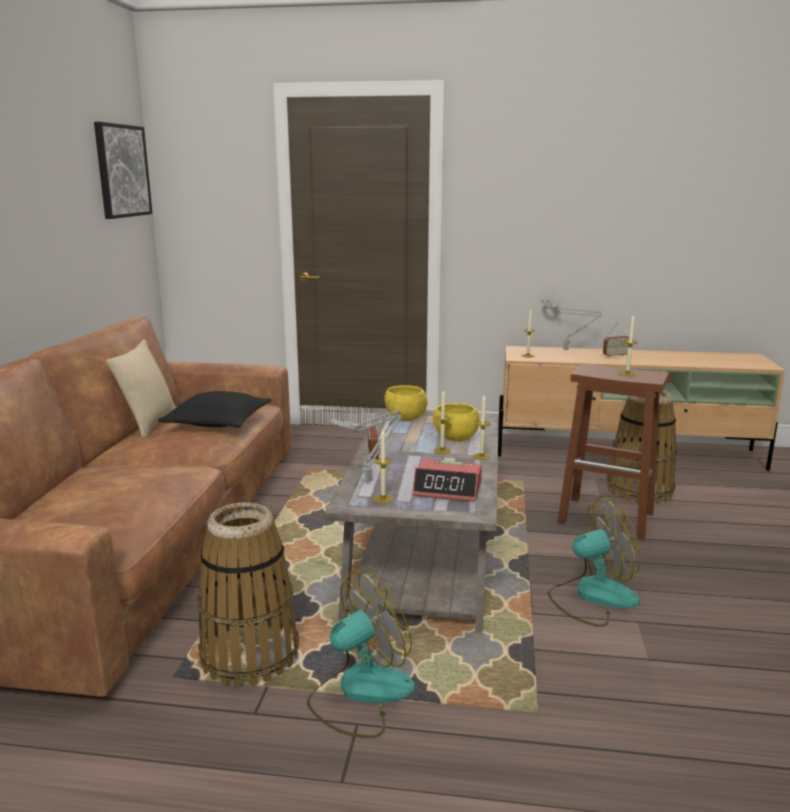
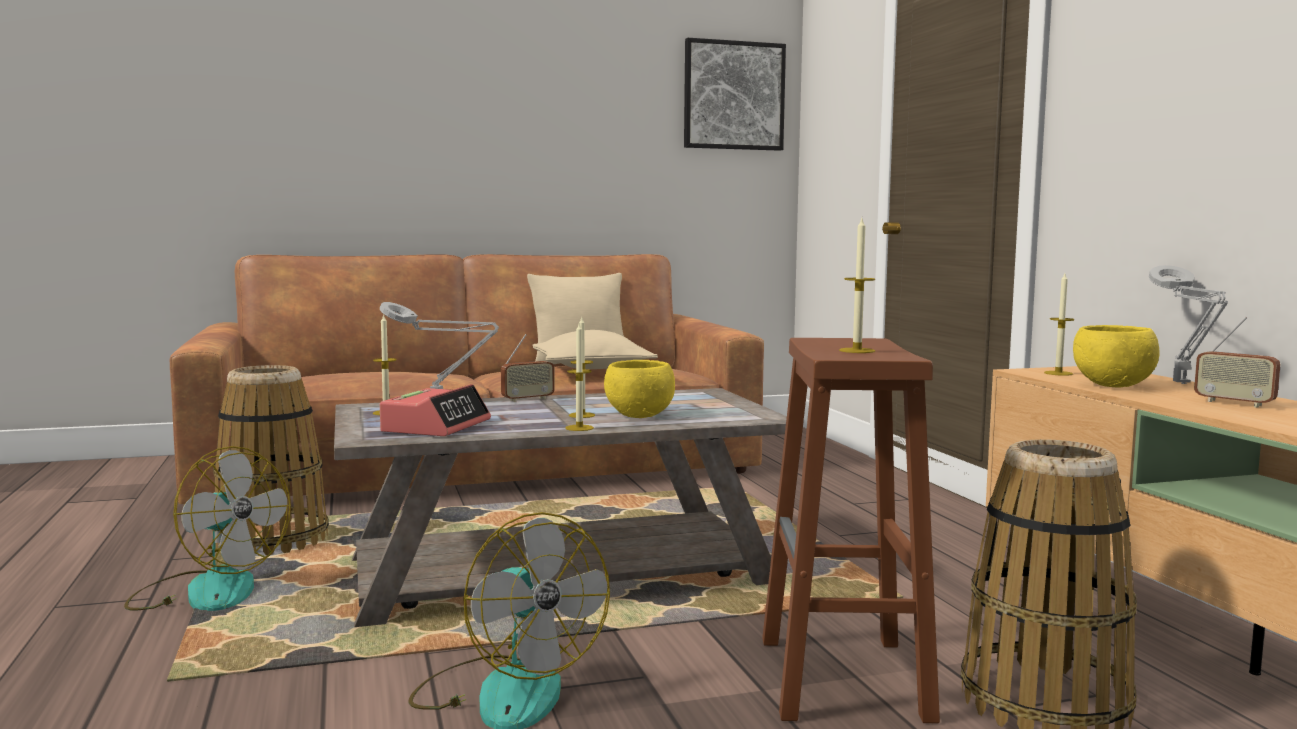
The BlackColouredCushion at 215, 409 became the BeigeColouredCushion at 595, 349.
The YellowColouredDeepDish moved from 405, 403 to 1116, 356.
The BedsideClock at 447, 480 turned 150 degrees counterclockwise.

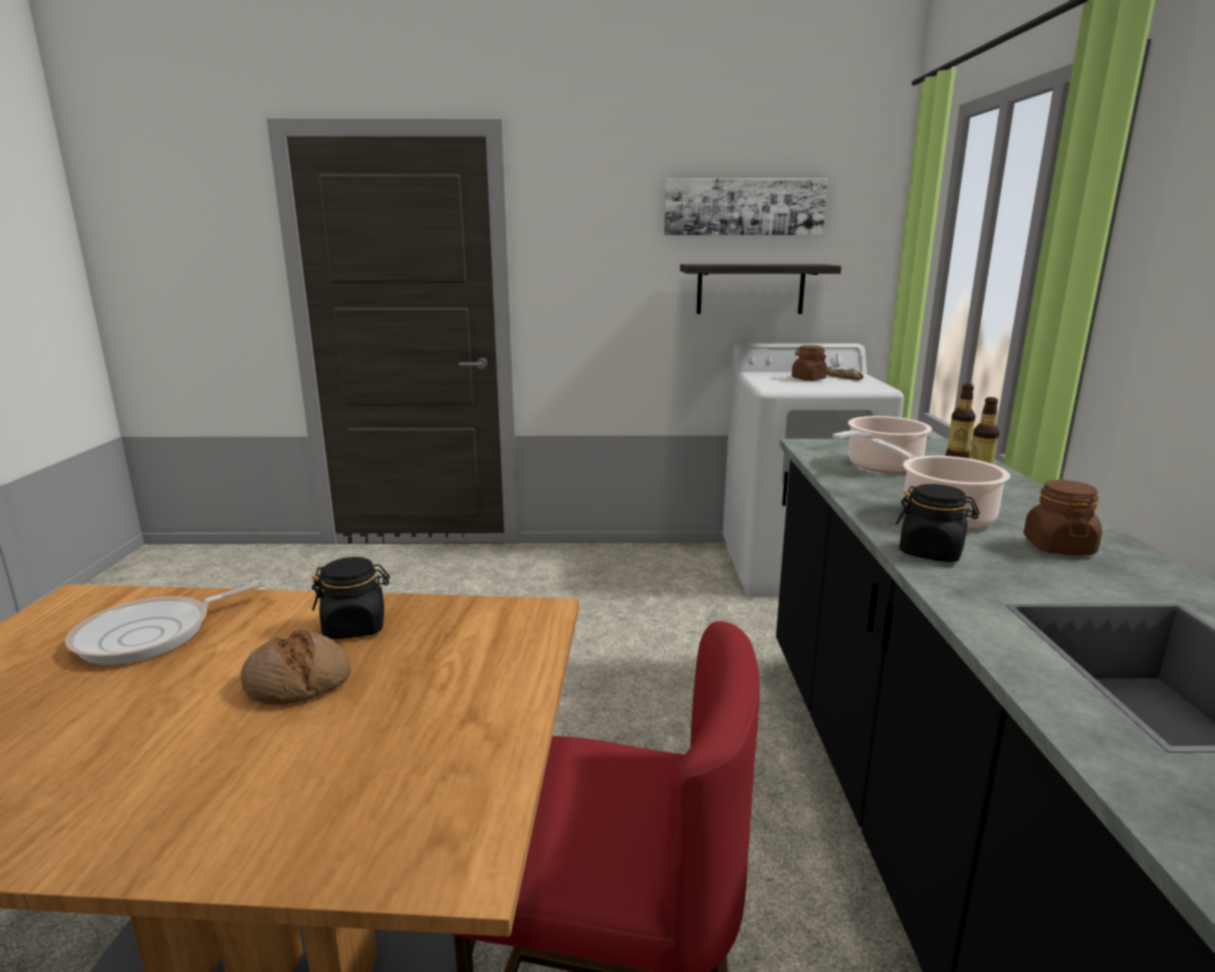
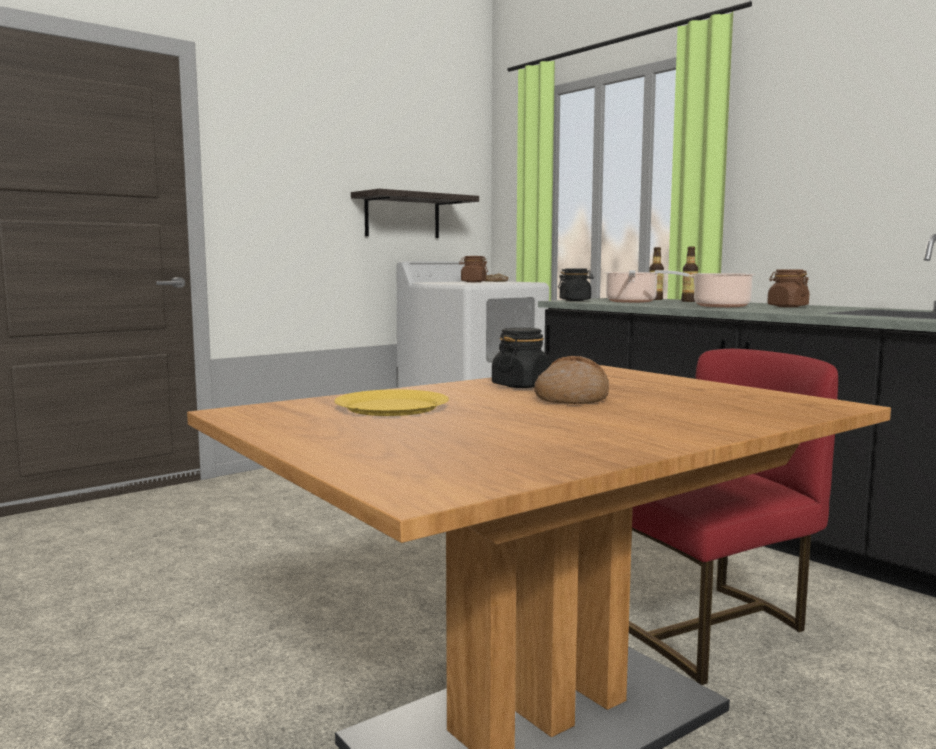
The FryingPan at 165, 622 was replaced by the YellowColouredDinnerPlate at 391, 402.
The WallArt at 746, 206 disappeared.
The BlackColouredStorageJar moved from 938, 523 to 576, 284.

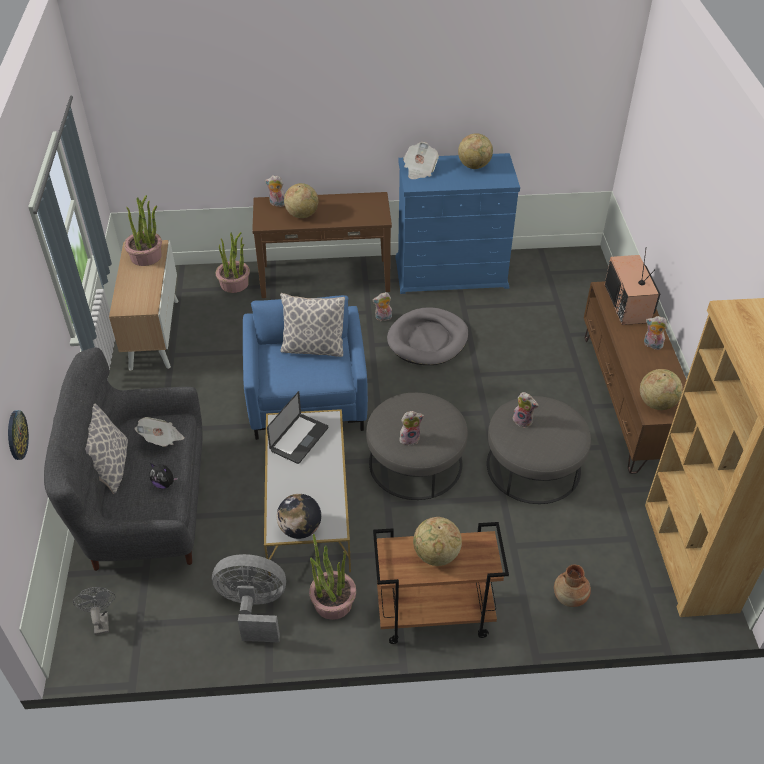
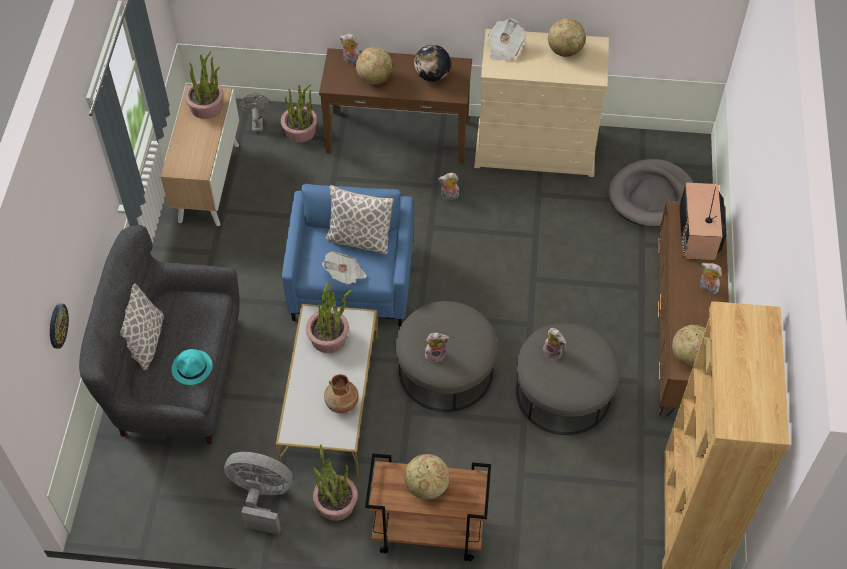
The GreyishElectricFan moved from 94, 611 to 255, 112.
The PrintedPaper moved from 160, 432 to 344, 268.
The CuddlyToy at 164, 476 was replaced by the BlueGreenHat at 192, 367.
The NotebookComputer at 297, 427 was replaced by the PottedPlant at 329, 317.
The WorldGlobe moved from 299, 516 to 432, 63.
The GreyishPetBed moved from 427, 336 to 650, 193.
The BlueDresser at 457, 223 became the BeigeColouredDresser at 541, 103.
The BrownColouredFlowerVase moved from 572, 585 to 341, 393.

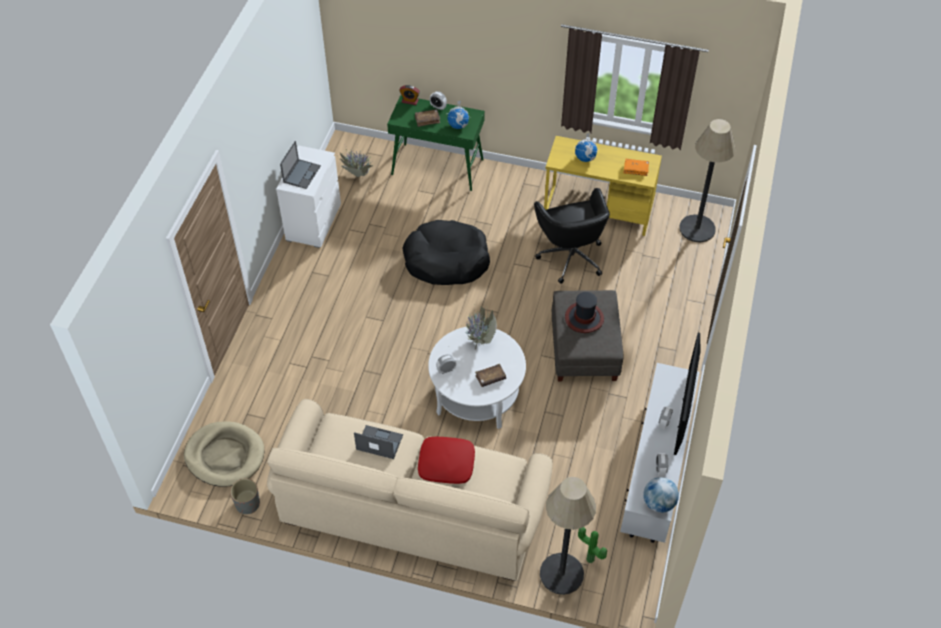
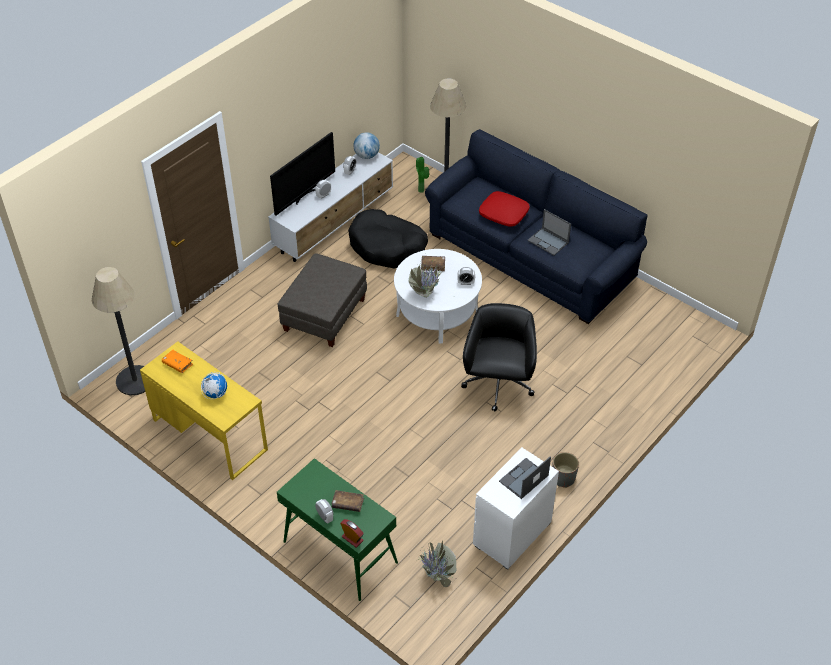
The BeigeColouredPetBed at 224, 454 disappeared.
The GreyishFlowerPot moved from 245, 496 to 565, 470.
The BeigeColouredSofa at 410, 490 became the BlueSofa at 536, 226.
The BlackColouredPetBed moved from 446, 252 to 388, 238.
The WorldGlobe at 458, 114 disappeared.
The BlackColouredOfficeChair moved from 572, 236 to 499, 357.
The Hat at 584, 312 disappeared.

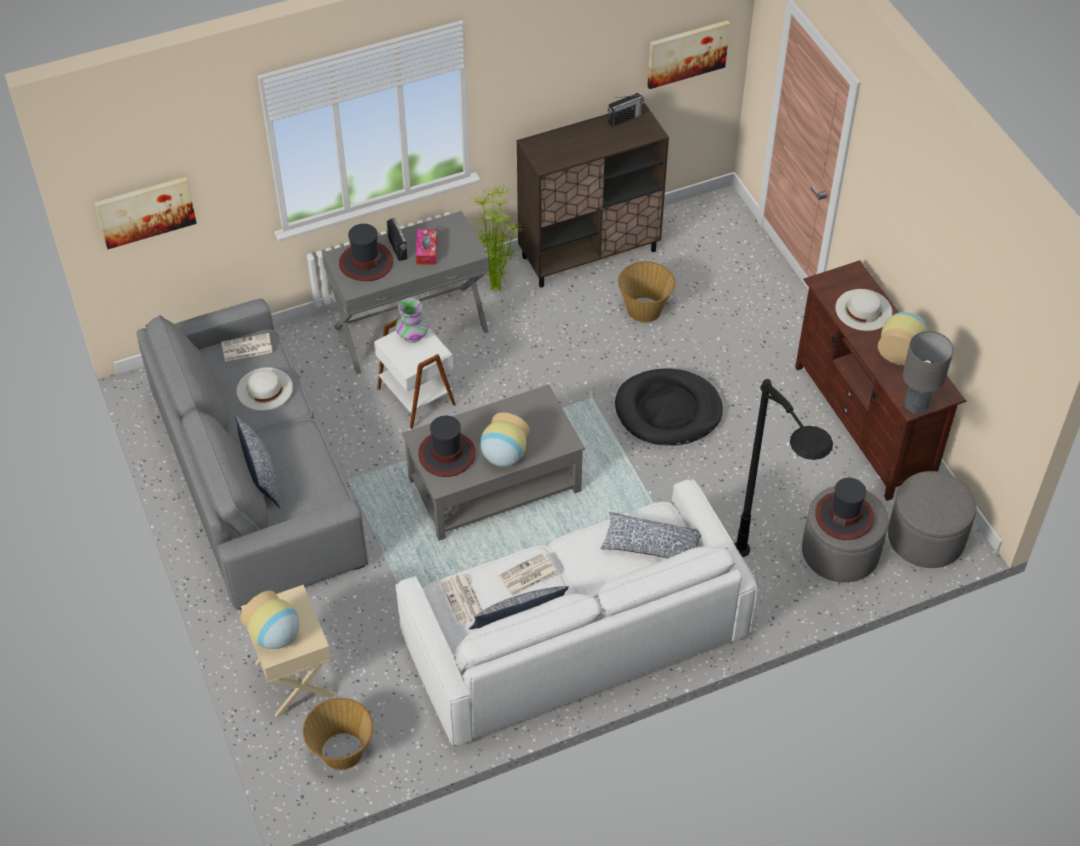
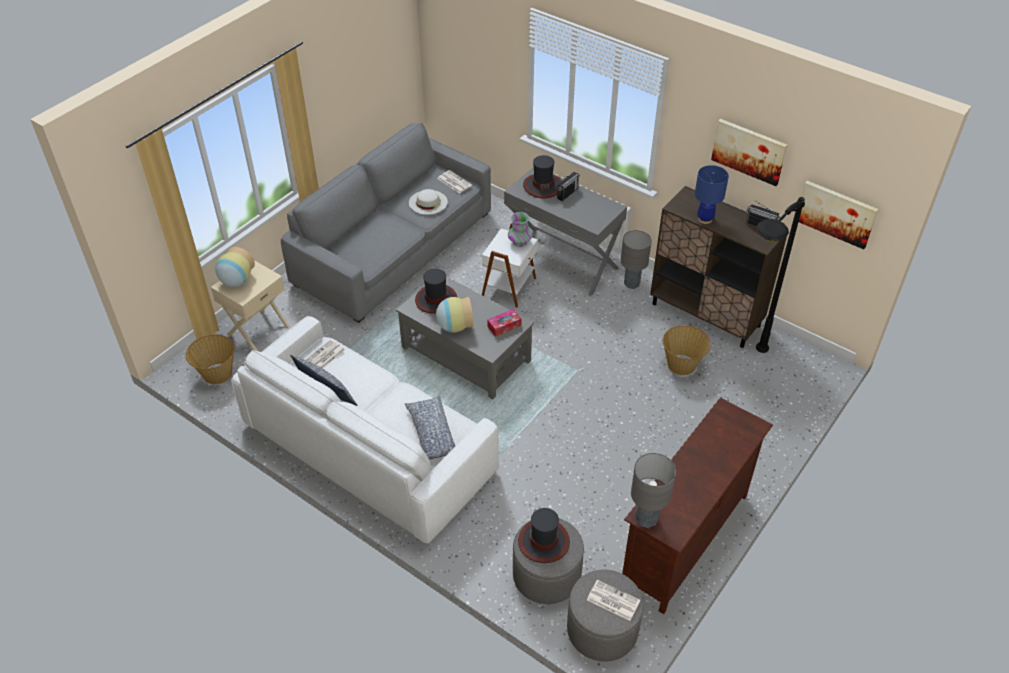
The WallArt moved from 146, 213 to 749, 152.
The Cushion at 258, 462 disappeared.
The TissueHolder moved from 426, 247 to 504, 323.
The PottedPlant at 498, 239 was replaced by the GreyishTabletopLamp at 636, 259.
The PrintedPaper moved from 527, 575 to 613, 600.
The BlackColouredPetBed at 669, 407 disappeared.
The BlackColouredStandardLamp moved from 783, 468 to 780, 275.
The WhiteColouredHat at 863, 310 disappeared.
The FlowerVase at 903, 338 disappeared.
The BlueTabletopLamp at 712, 194 appeared.

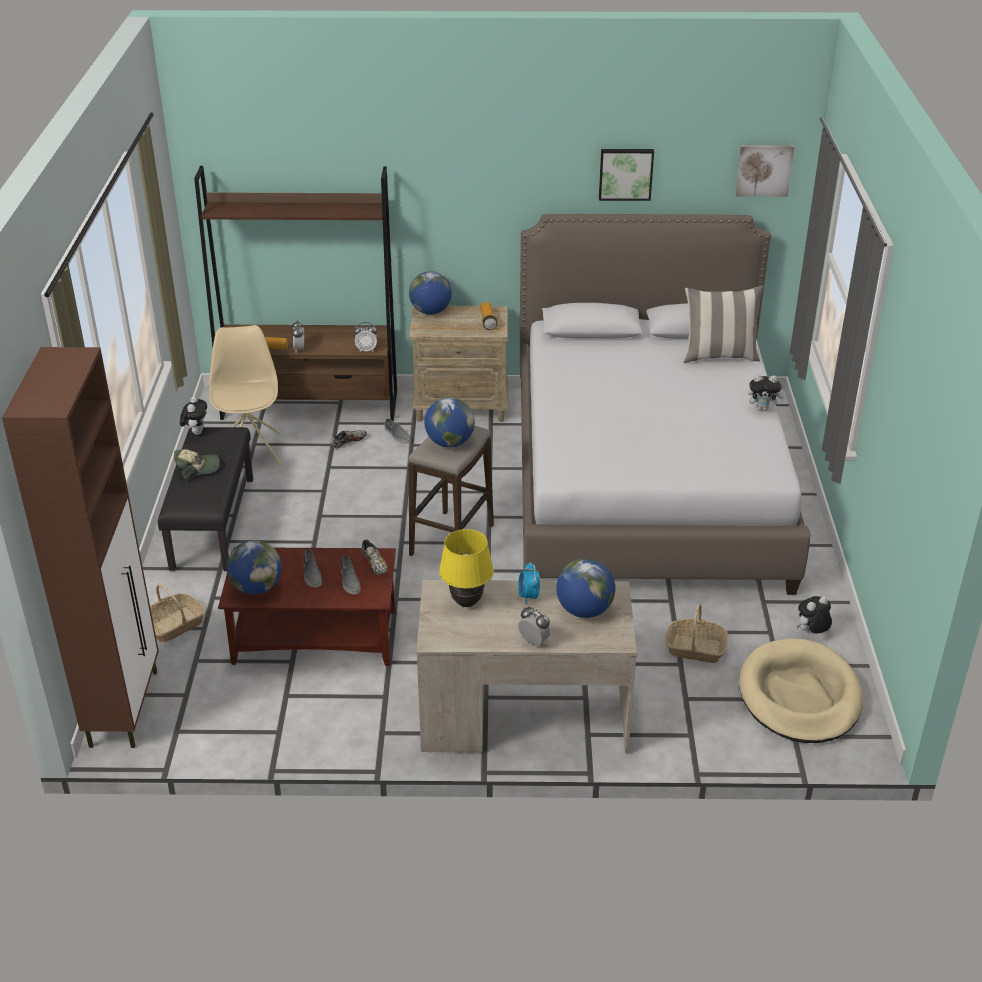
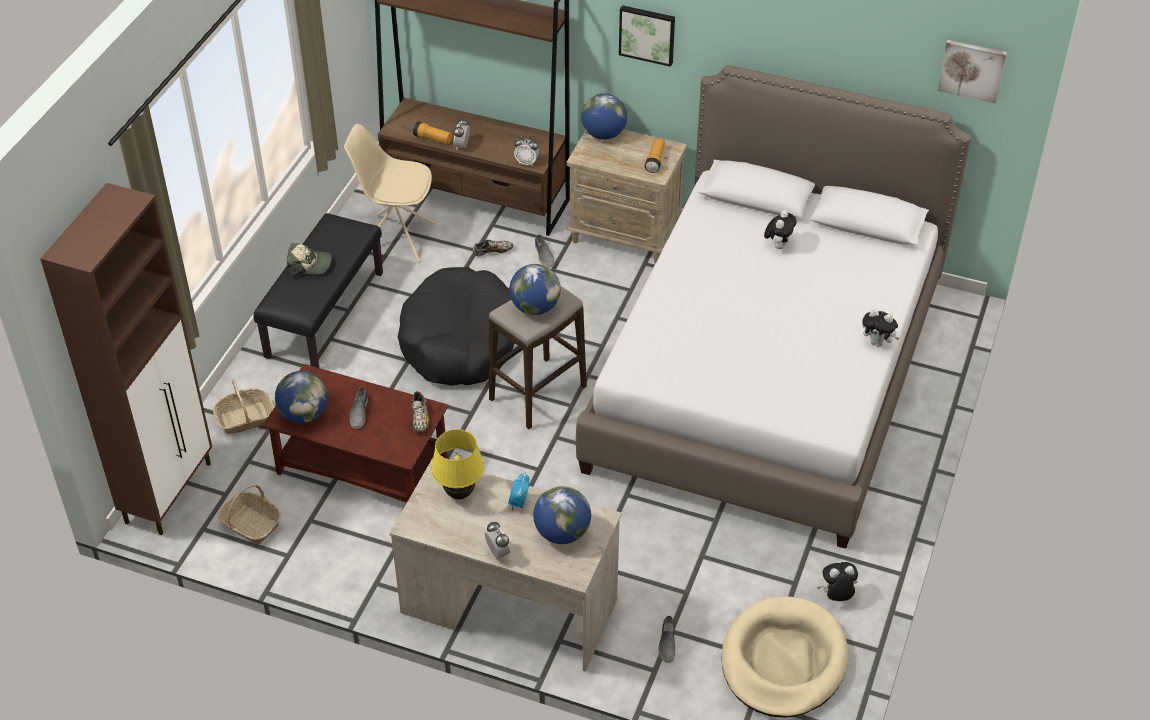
The CuddlyToy moved from 193, 415 to 780, 229.
The BeigeColouredChair at 245, 395 turned 90 degrees counterclockwise.
The GreyishShoe moved from 351, 575 to 667, 639.
The WallArt moved from 626, 175 to 647, 36.
The StorageBasket moved from 696, 633 to 250, 514.
The Cushion at 723, 324 disappeared.
The BlackColouredPetBed at 456, 326 appeared.

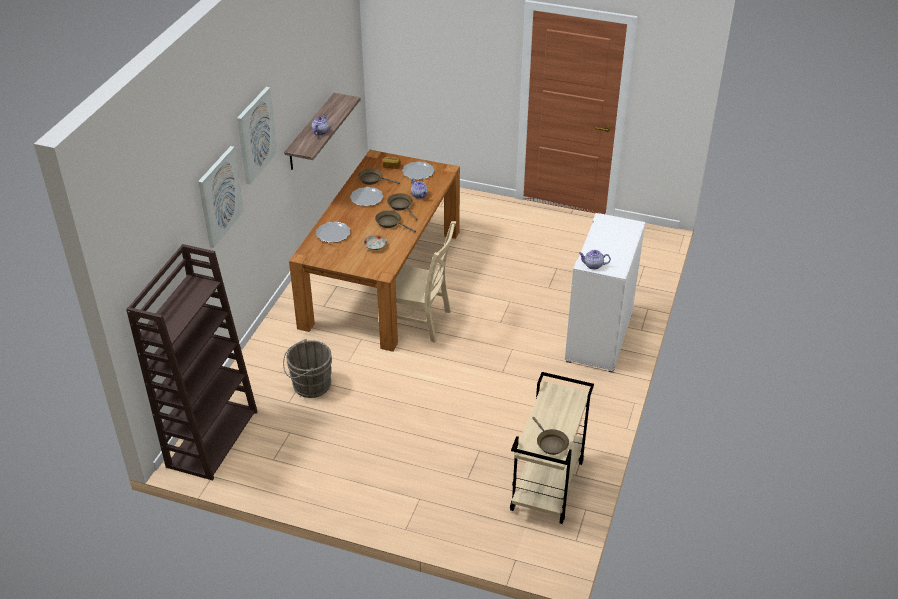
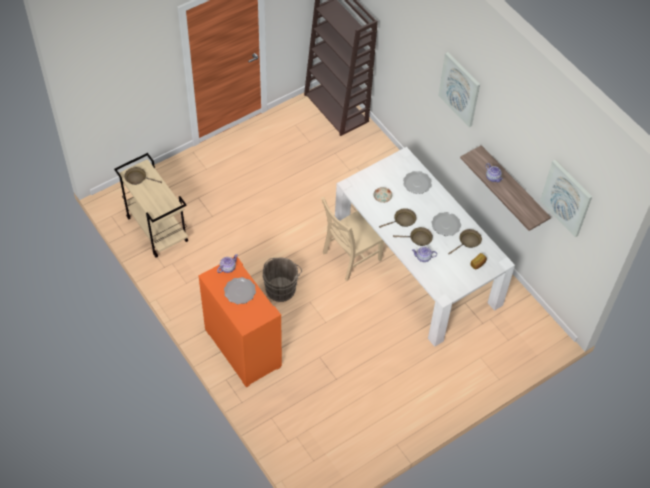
The WallArt moved from 221, 197 to 566, 199.
The GreyishWaterBucket moved from 307, 368 to 282, 280.
The BrownColouredDinnerTable at 374, 251 became the WhiteColouredDinnerTable at 425, 247.
The DinnerPlate moved from 418, 170 to 240, 290.
The WhiteColouredStorageCabinet at 605, 293 became the OrangeStorageCabinet at 240, 322.

